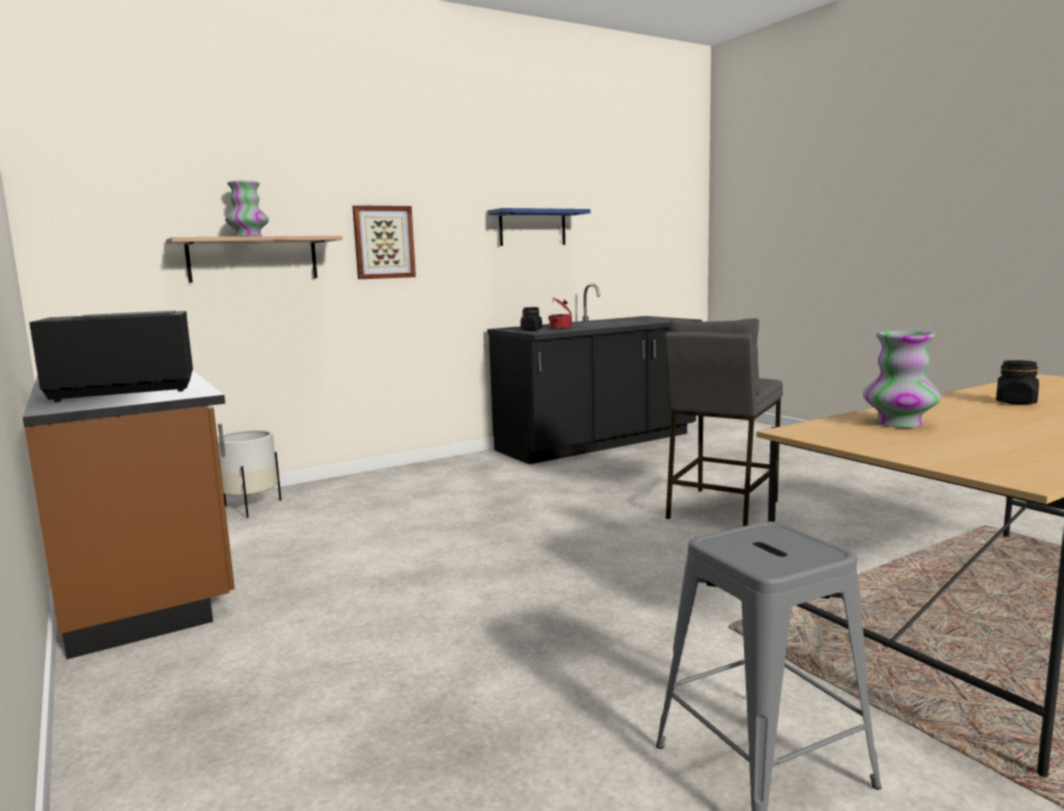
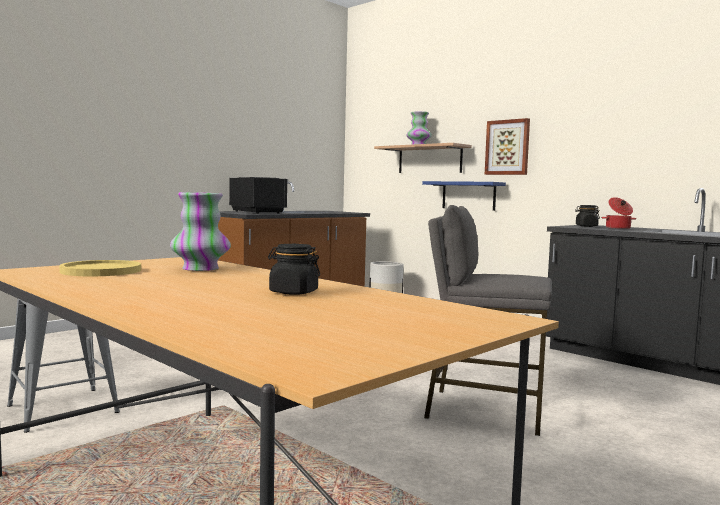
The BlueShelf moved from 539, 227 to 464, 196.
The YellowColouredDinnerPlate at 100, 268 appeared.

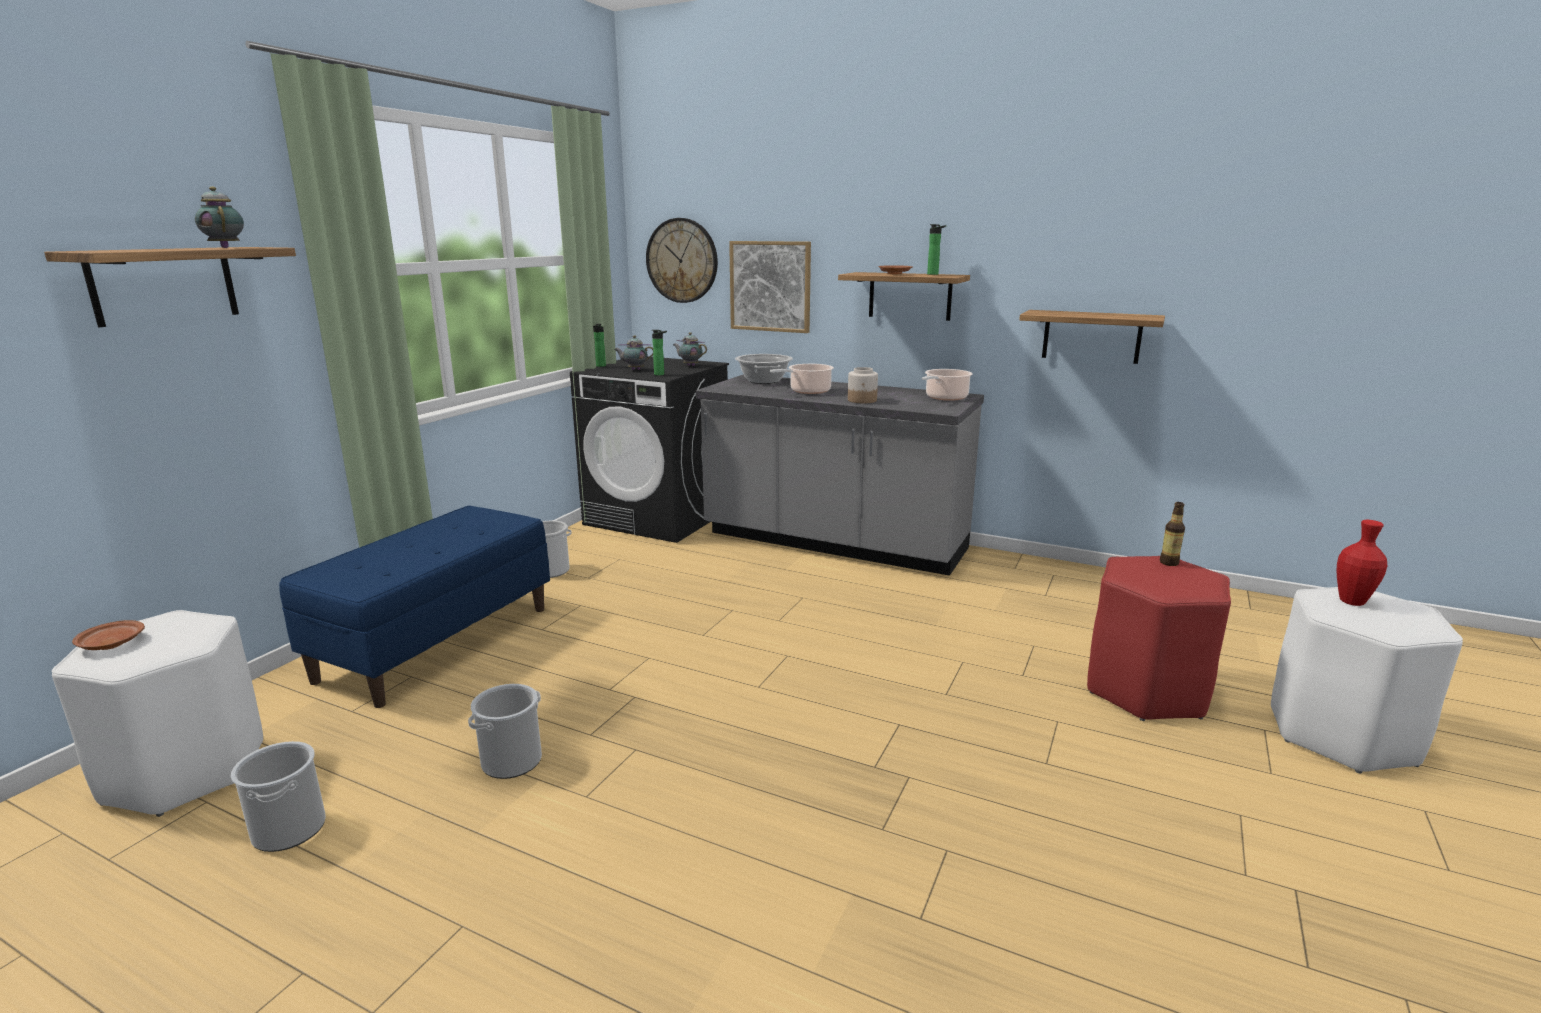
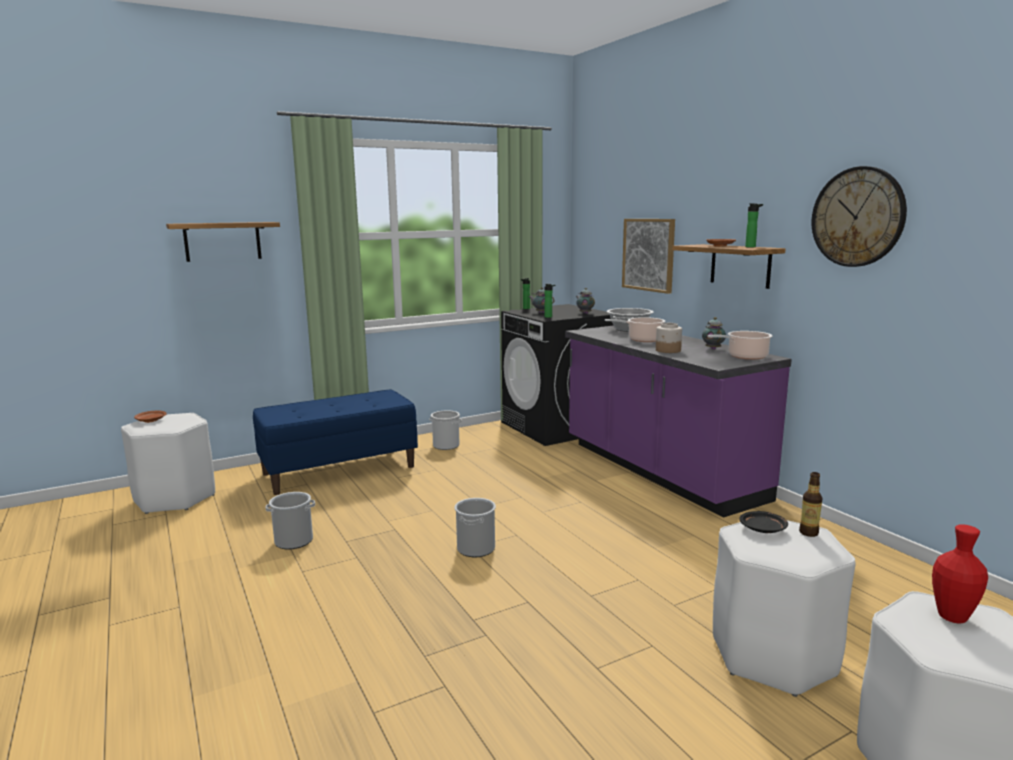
The TeaPot moved from 219, 217 to 714, 333.
The WaterBucket moved from 278, 796 to 475, 527.
The WallClock moved from 682, 260 to 859, 216.
The GreyishCounter at 840, 475 became the PurpleColouredCounter at 678, 421.
The Shelf at 1092, 337 disappeared.
The ReddishStool at 1159, 638 became the WhiteColouredStool at 784, 608.
The BlackColouredDinnerPlate at 764, 522 appeared.

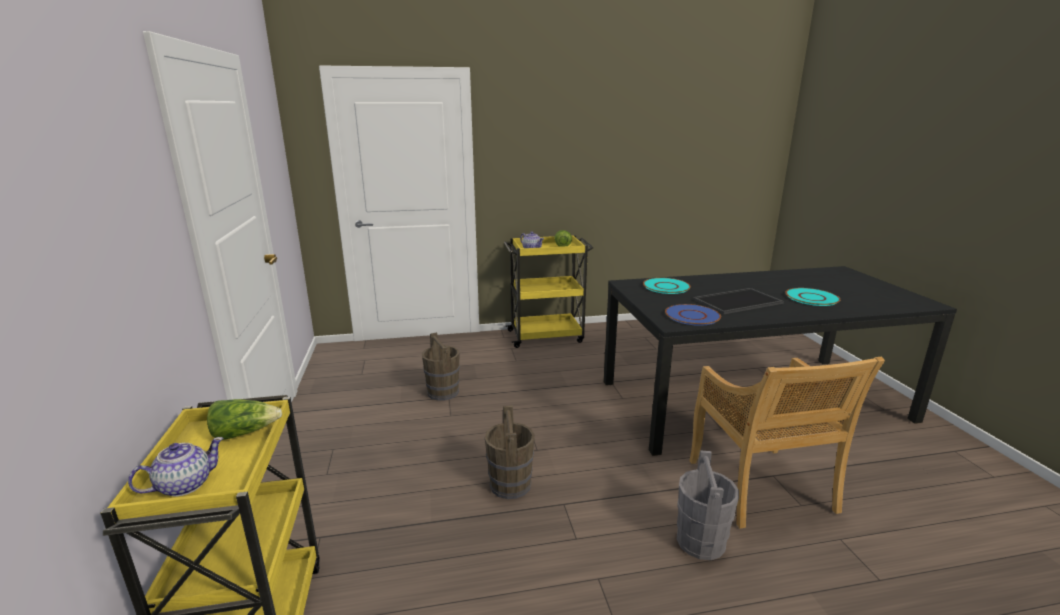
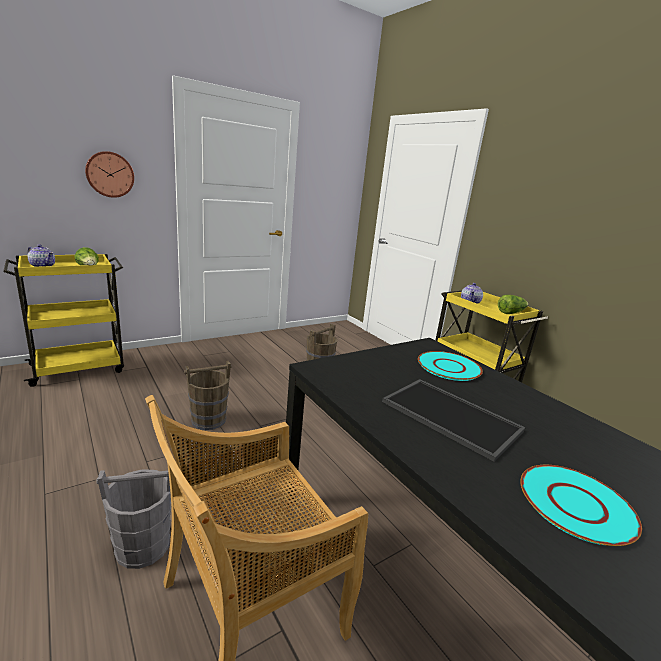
The BlueDinnerPlate at 693, 315 disappeared.
The WallClock at 109, 174 appeared.

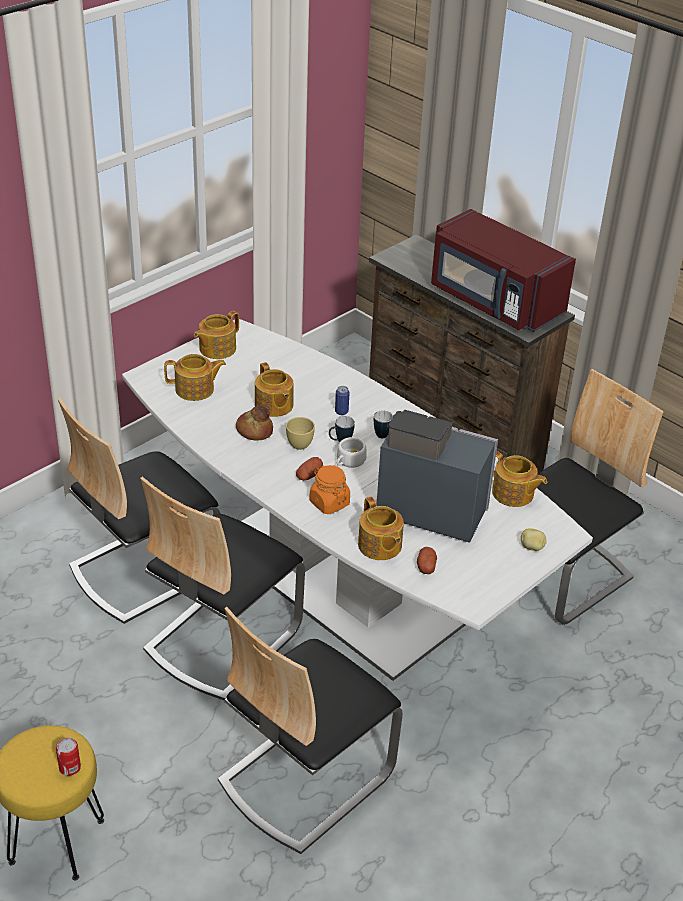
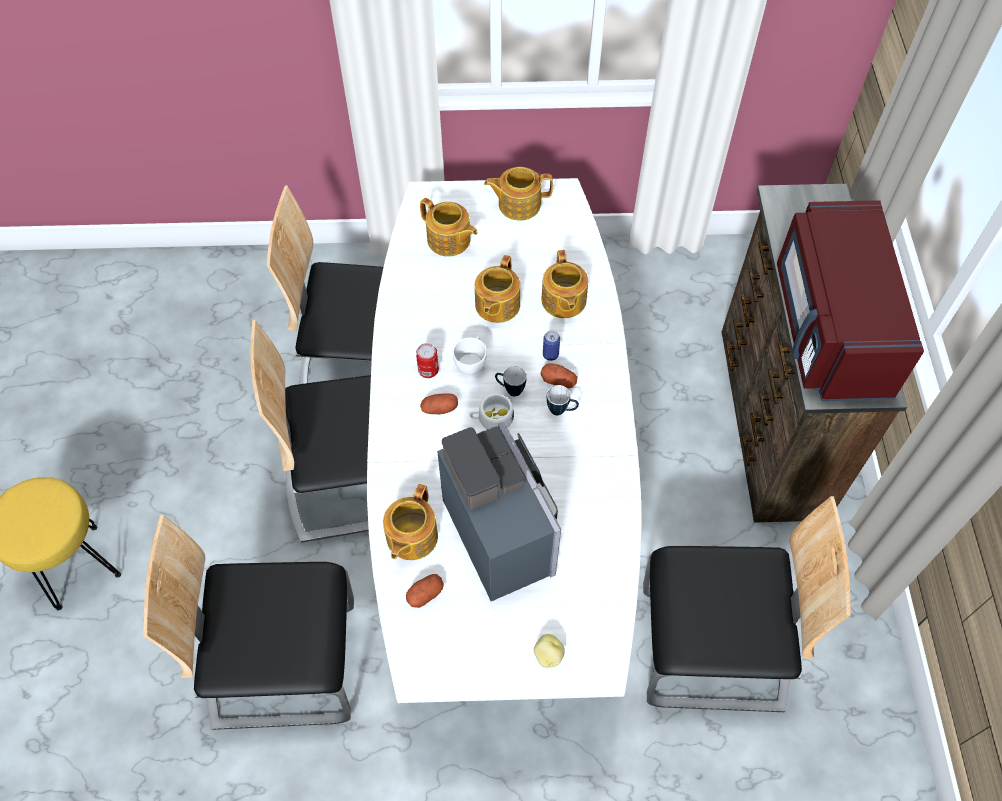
The Can moved from 68, 756 to 427, 360.
The BakeryBread at 254, 423 disappeared.
The YellowColouredSmallCup at 300, 433 became the WhiteColouredSmallCup at 470, 355.
The OrangeStorageJar at 329, 489 disappeared.
The TeaPot moved from 519, 479 to 564, 284.
The Spud at 559, 376 appeared.

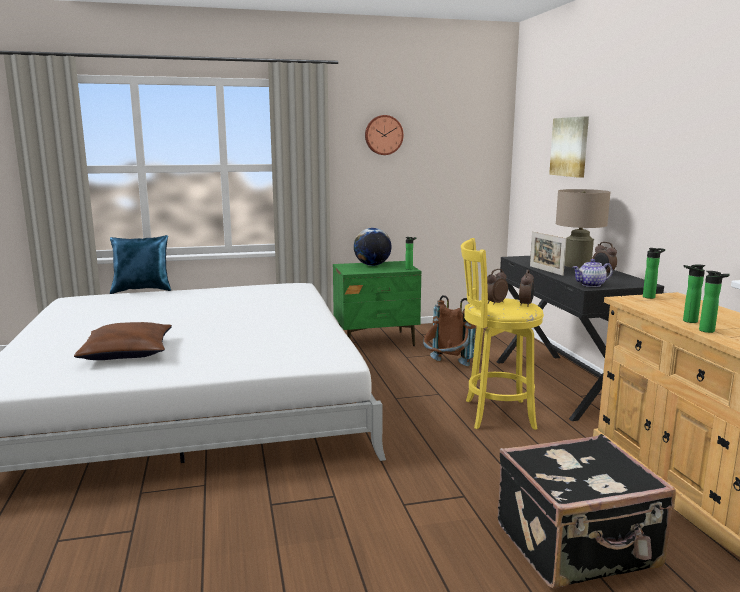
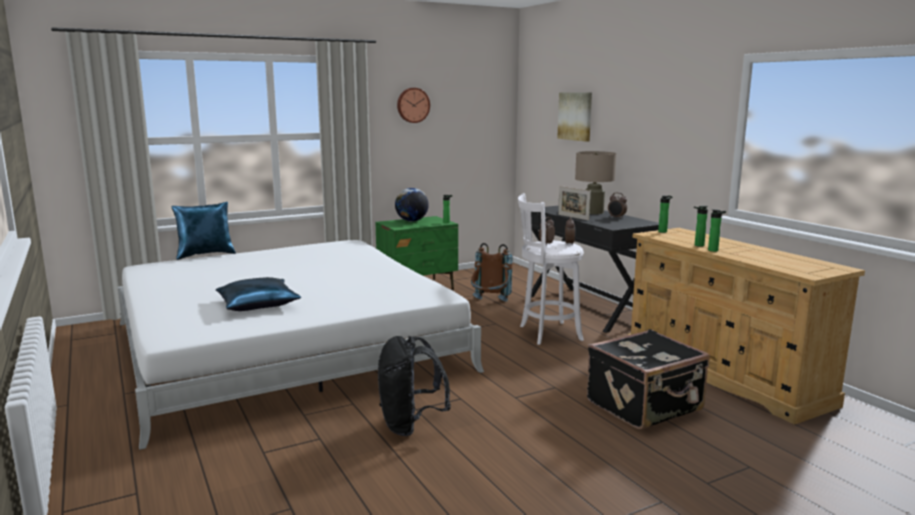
The BrownColouredCushion at 123, 341 became the BlueCushion at 258, 294.
The YellowColouredStool at 502, 334 became the WhiteColouredStool at 551, 269.
The TeaPot at 593, 273 disappeared.
The BlackColouredRucksack at 414, 386 appeared.

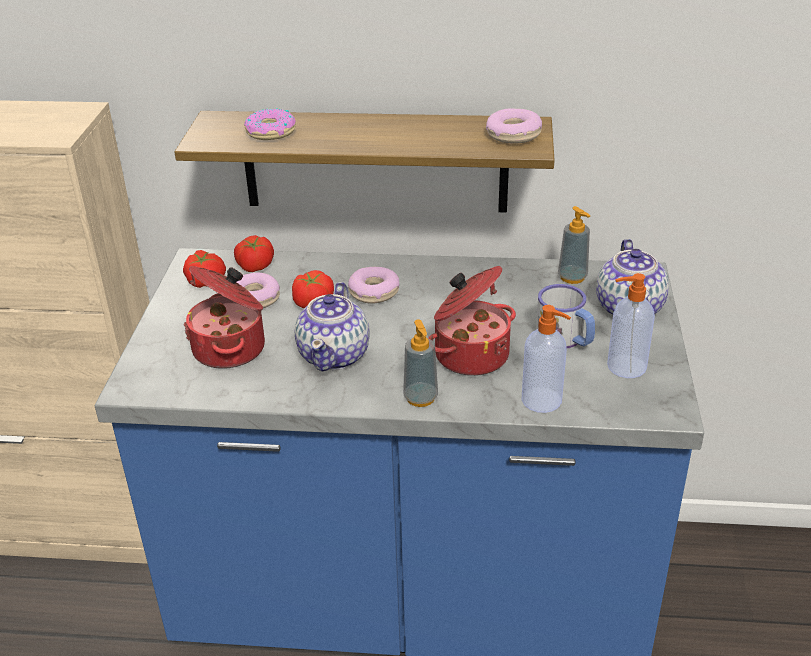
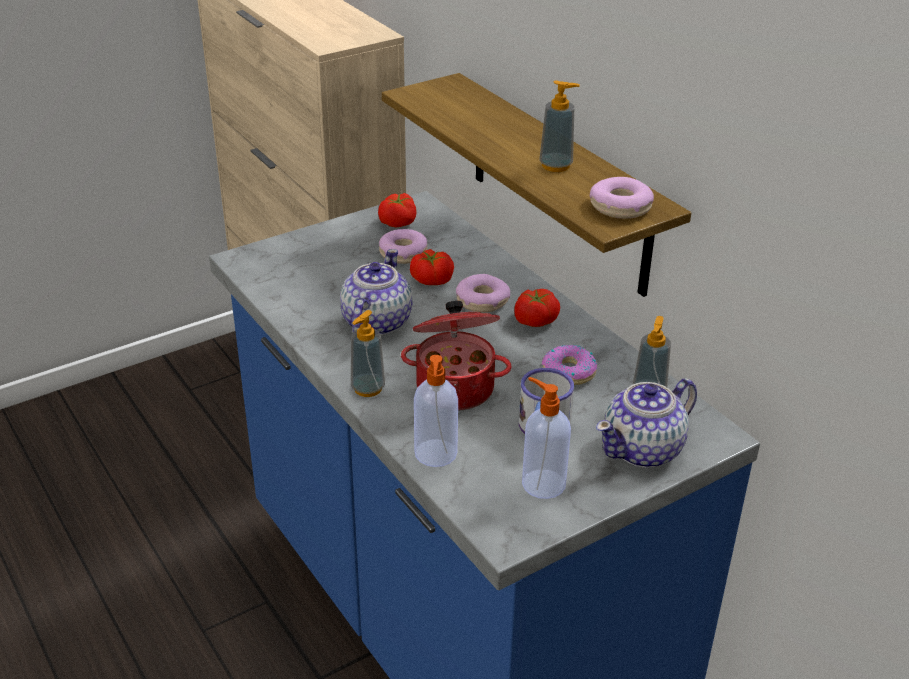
The CookingPot at 224, 317 disappeared.
The FreshTomato moved from 254, 253 to 537, 308.
The Doughnut moved from 270, 124 to 569, 365.
The TeaPot at 332, 327 turned 135 degrees clockwise.
The LiquidSoapBottle at 559, 126 appeared.

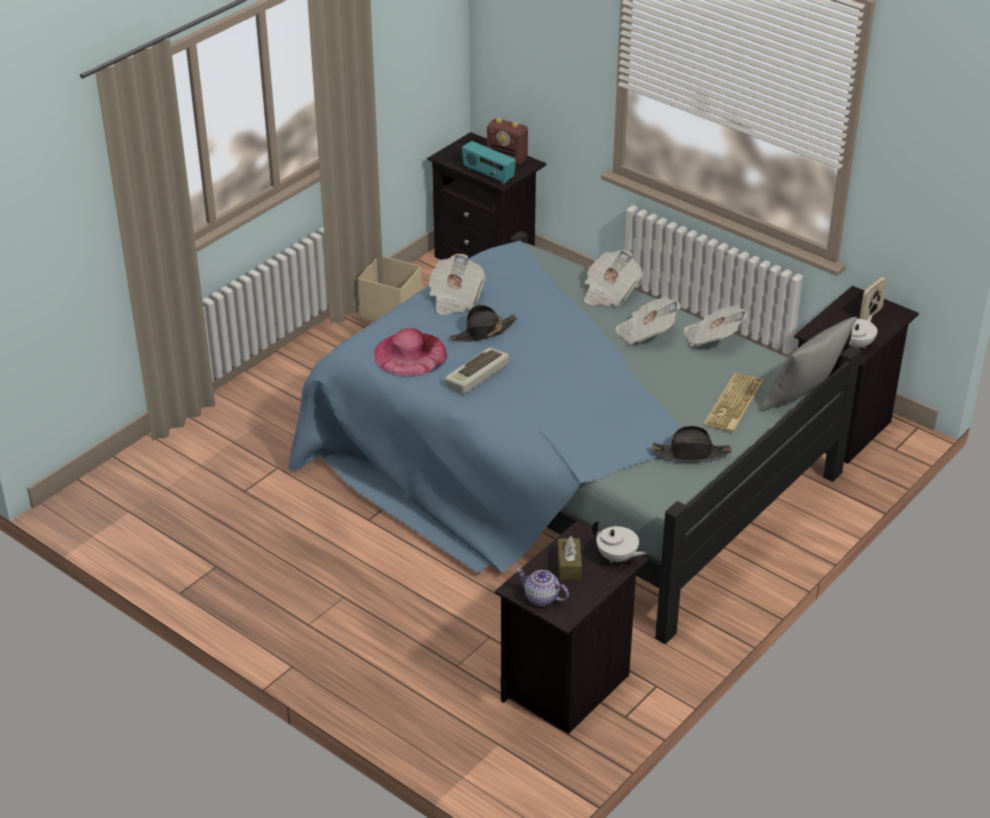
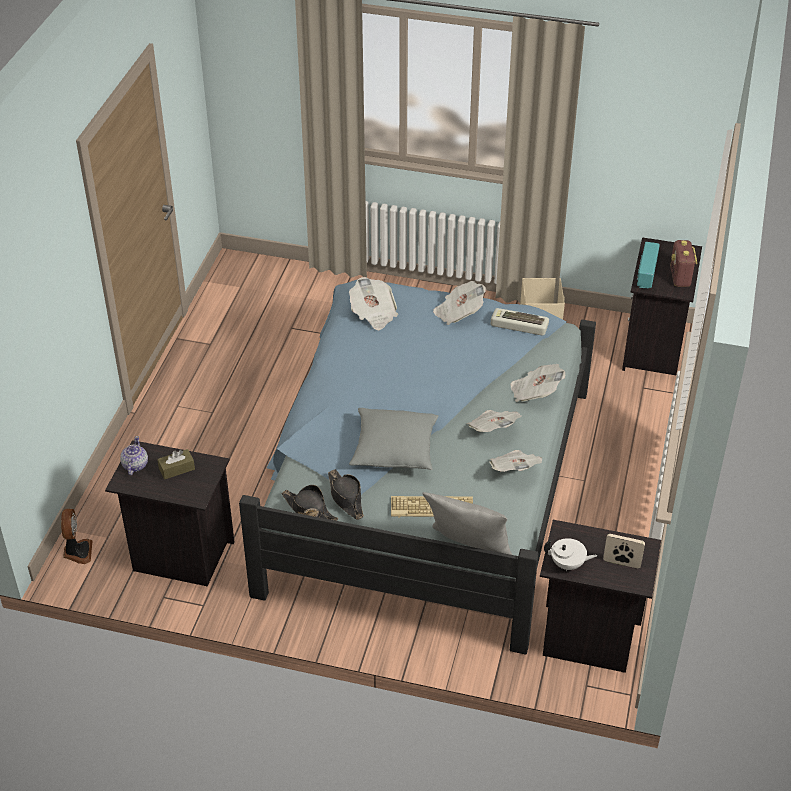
The PinkHat at 410, 352 was replaced by the PrintedPaper at 373, 303.
The PcKeyboard moved from 477, 371 to 520, 322.
The BlackColouredHat moved from 483, 323 to 310, 503.
The WhiteColouredTeaPot at 619, 541 disappeared.
The ElectricFan at 77, 536 appeared.
The GreyishCushion at 393, 439 appeared.

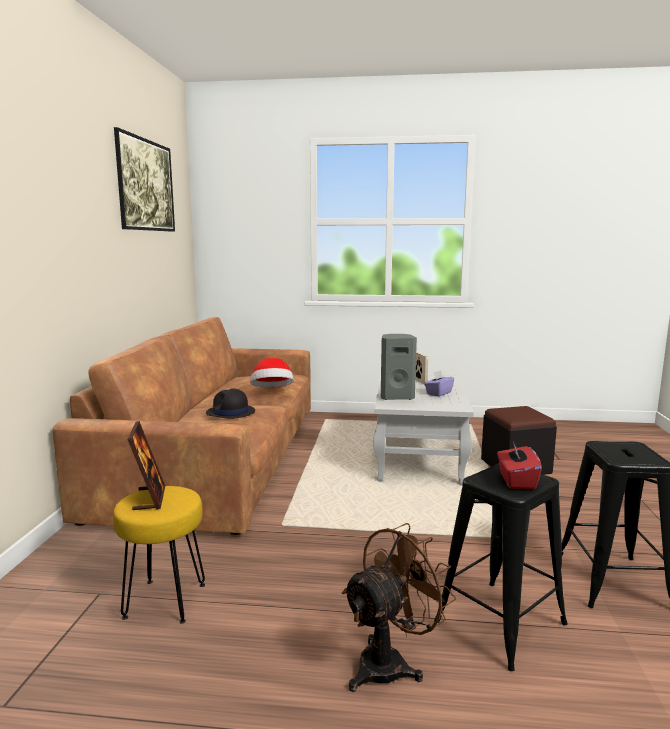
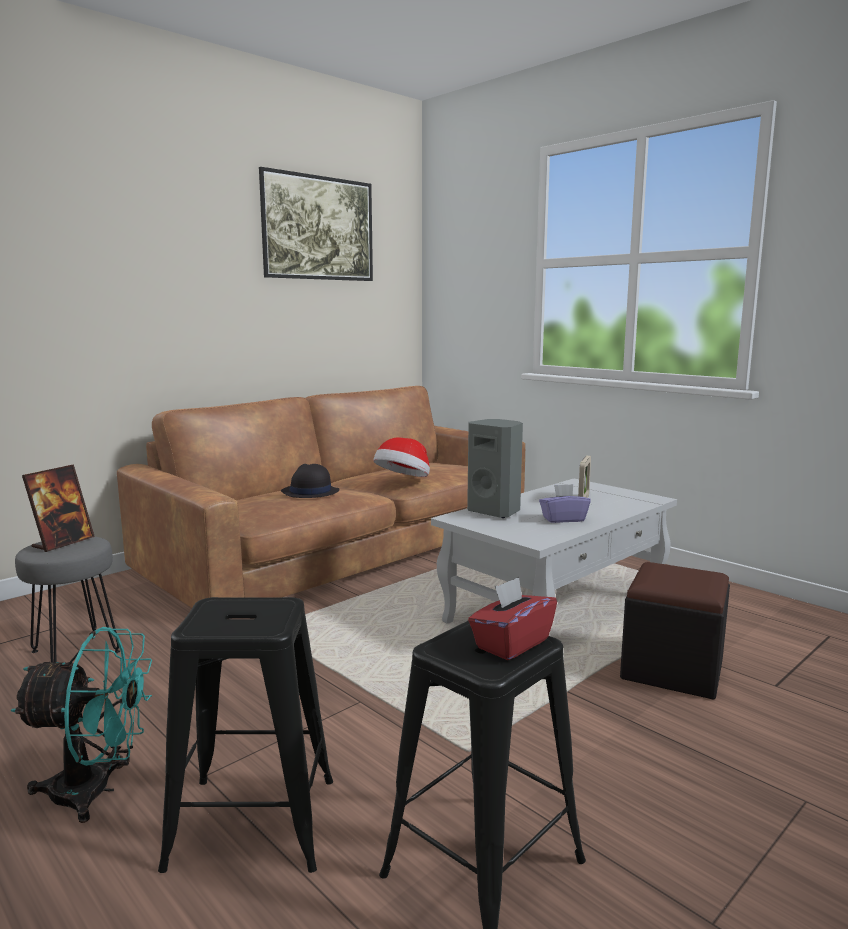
The YellowColouredStool at 159, 555 became the GreyishStool at 67, 600.
The BrownColouredElectricFan at 399, 607 became the BlueGreenElectricFan at 81, 725.
The ReddishTissueHolder moved from 519, 465 to 512, 618.

